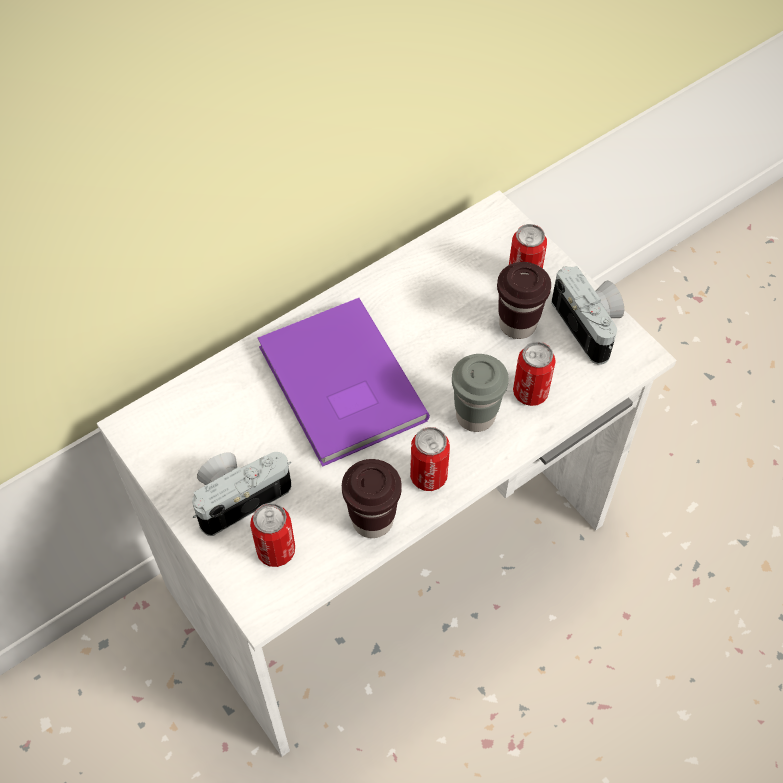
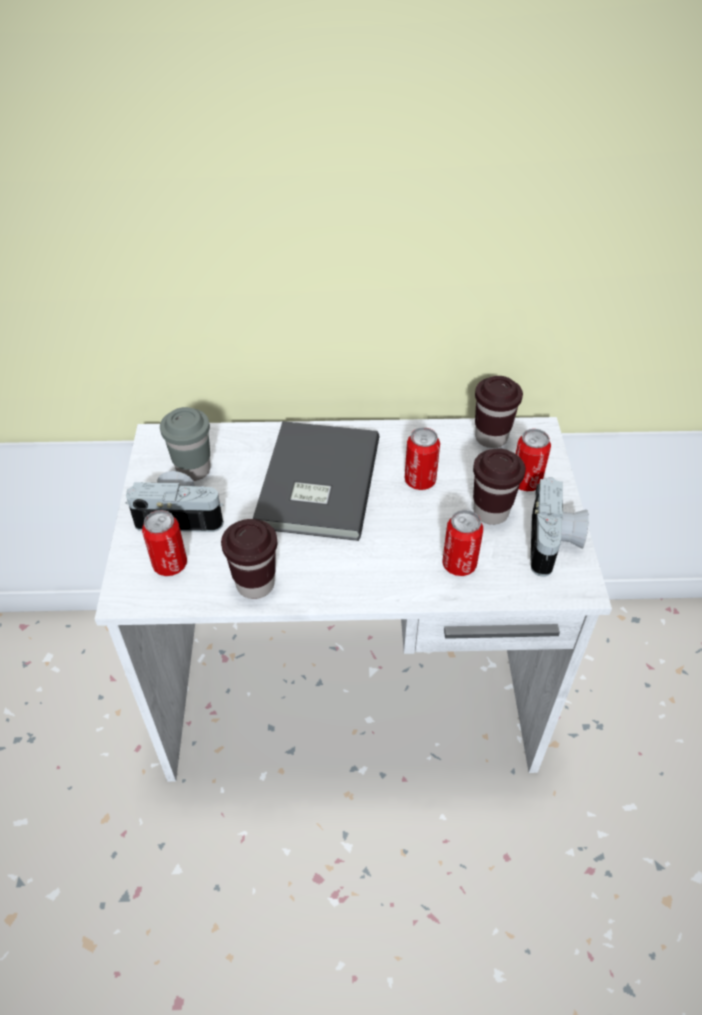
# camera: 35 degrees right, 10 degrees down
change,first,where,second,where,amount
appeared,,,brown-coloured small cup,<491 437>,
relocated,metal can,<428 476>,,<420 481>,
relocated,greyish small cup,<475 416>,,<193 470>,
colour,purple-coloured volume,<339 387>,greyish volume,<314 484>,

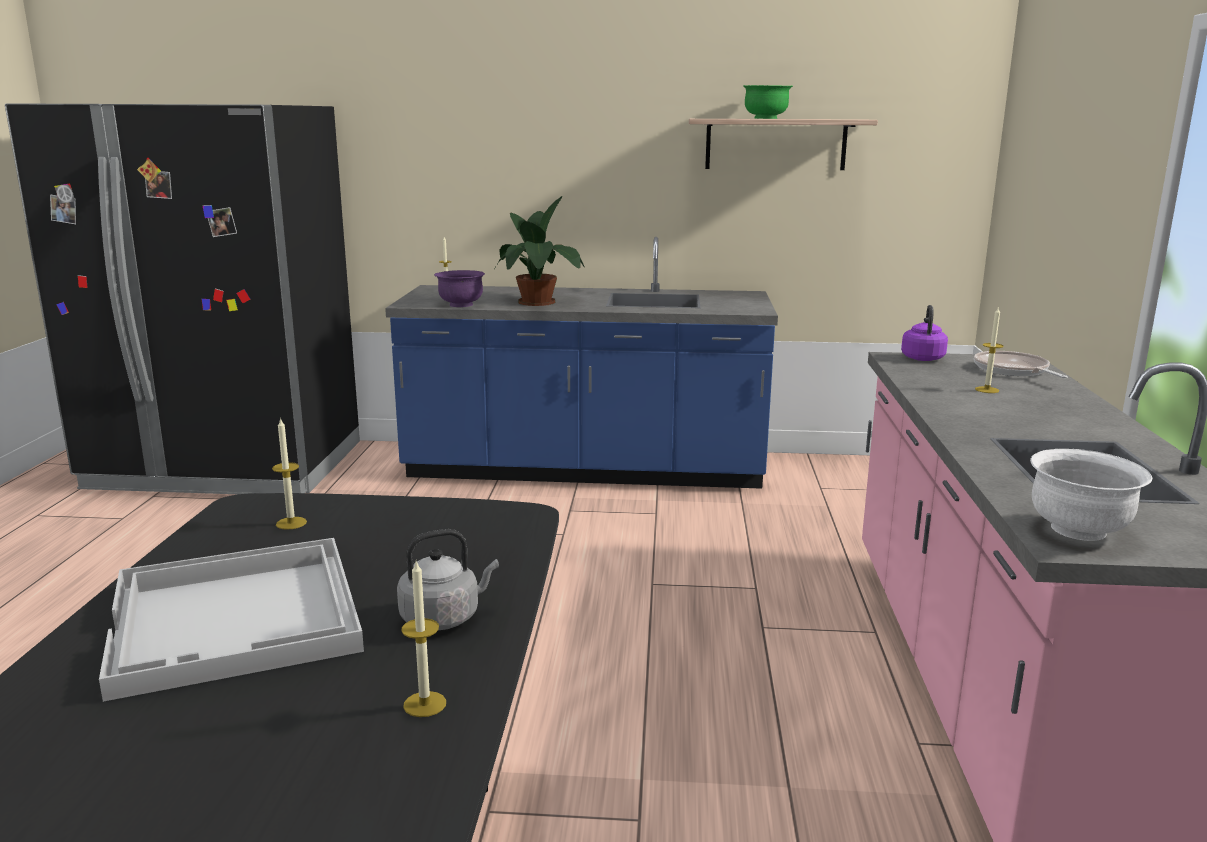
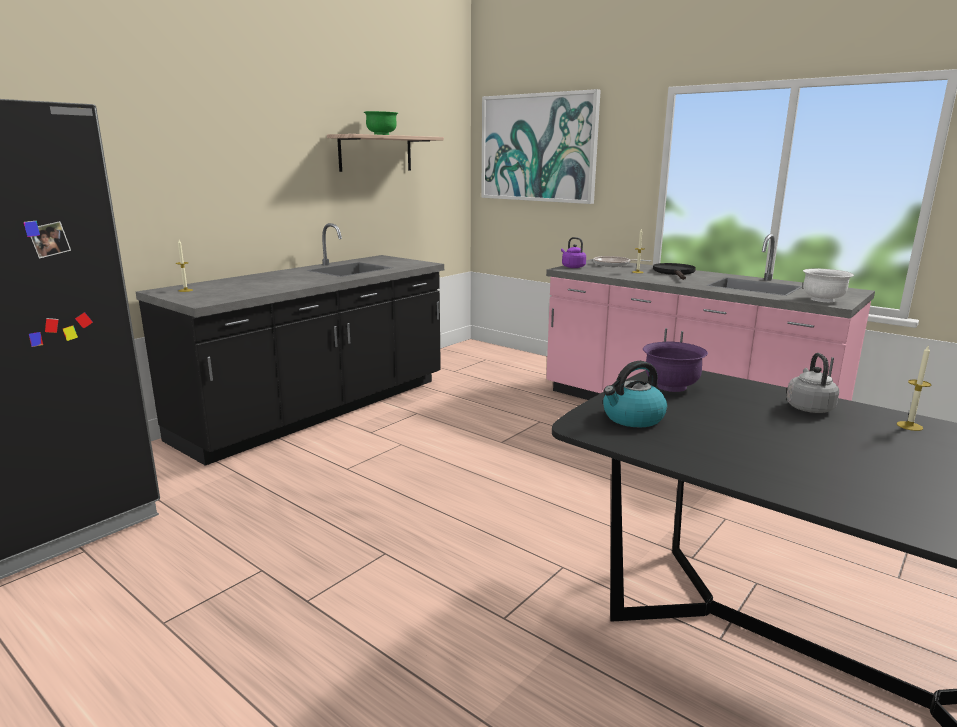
# camera: 55 degrees left, 0 degrees up
change,first,where,second,where,amount
missing,white tray,<238 618>,,,
missing,plant in a pot,<539 302>,,,
appeared,,,wall picture,<538 148>,
appeared,,,blackish pan,<675 273>,
relocated,purple-coloured serving bowl,<461 305>,,<671 386>,
exchanged,wax candle,<291 523>,tea kettle,<632 418>,
colour,blue-coloured counter,<585 469>,blackish counter,<318 410>,

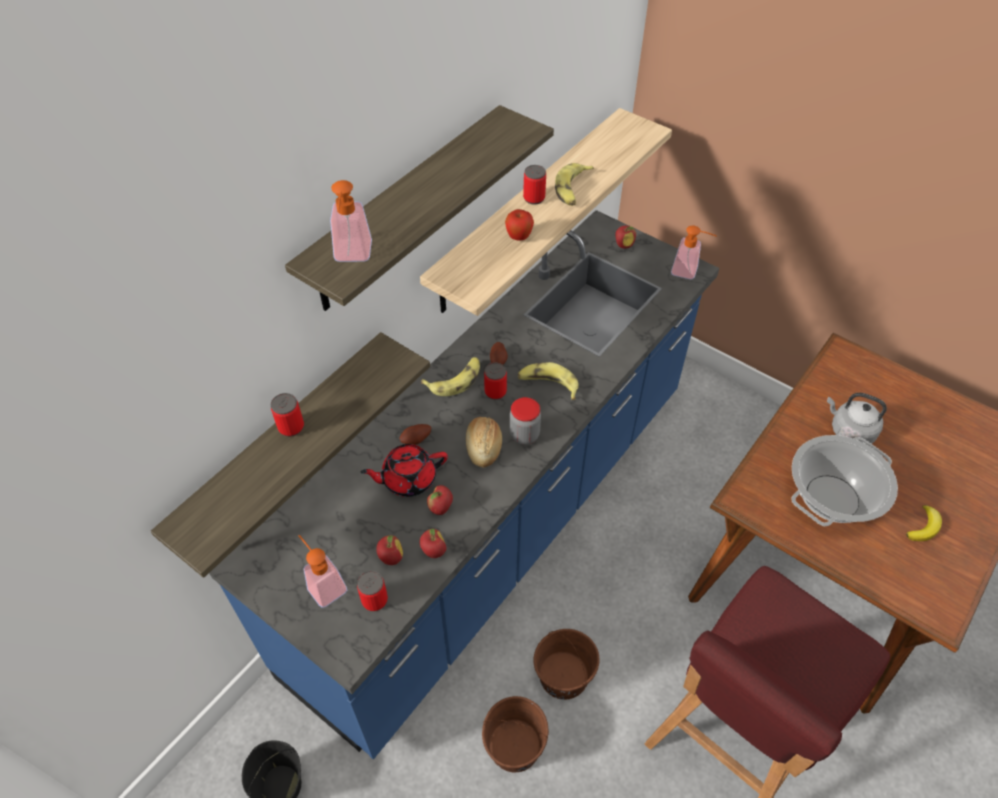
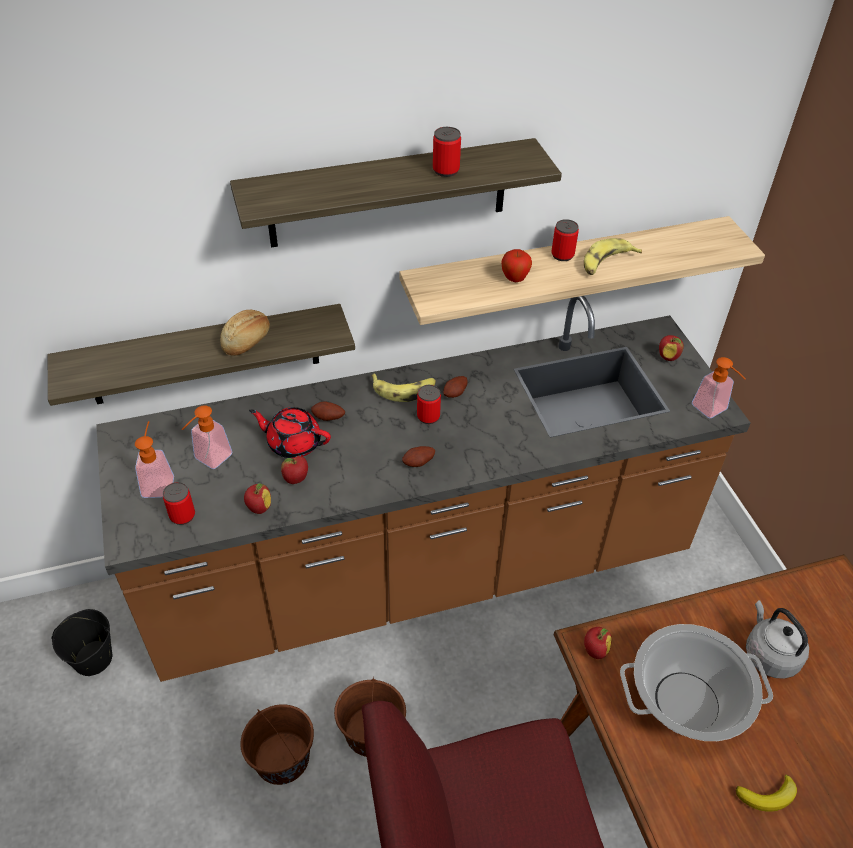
# camera: 35 degrees right, 5 degrees down
change,first,where,second,where,amount
missing,banana fruit,<548 384>,,,
relocated,metal can,<291 427>,,<446 170>,
relocated,soap bottle,<352 256>,,<209 460>,
relocated,apple,<391 558>,,<594 651>,
relocated,bakery bread,<484 446>,,<247 341>,
exchanged,preserve jar,<524 435>,whole potato,<419 463>,
colour,blue-coloured counter,<499 527>,brown-coloured counter,<422 573>,

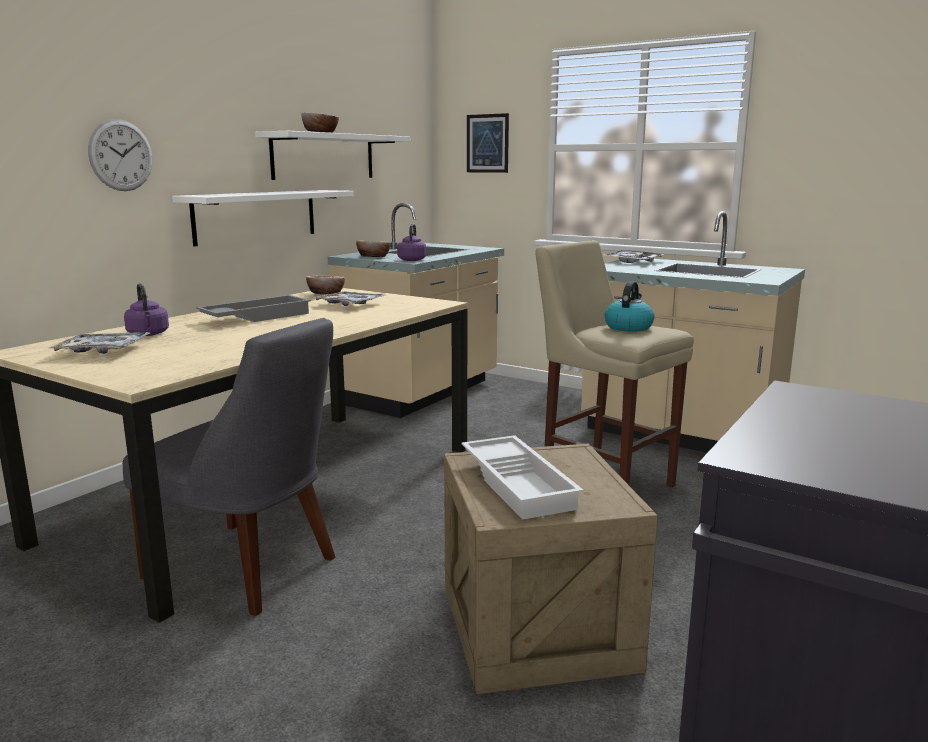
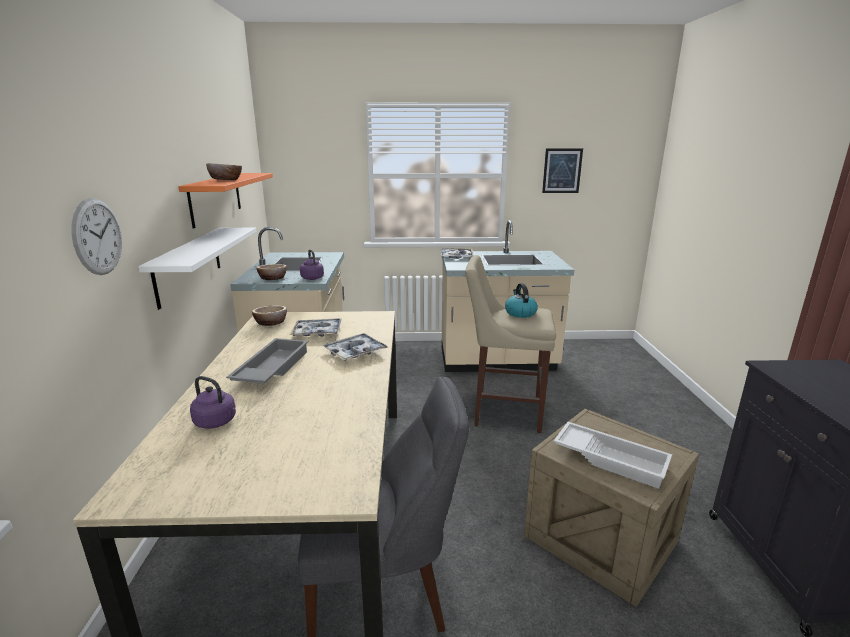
# camera: 35 degrees left, 5 degrees up
change,first,where,second,where,amount
relocated,tray,<103 350>,,<355 352>,
relocated,wall picture,<487 143>,,<562 170>,
colour,white shelf,<324 156>,orange shelf,<216 198>,

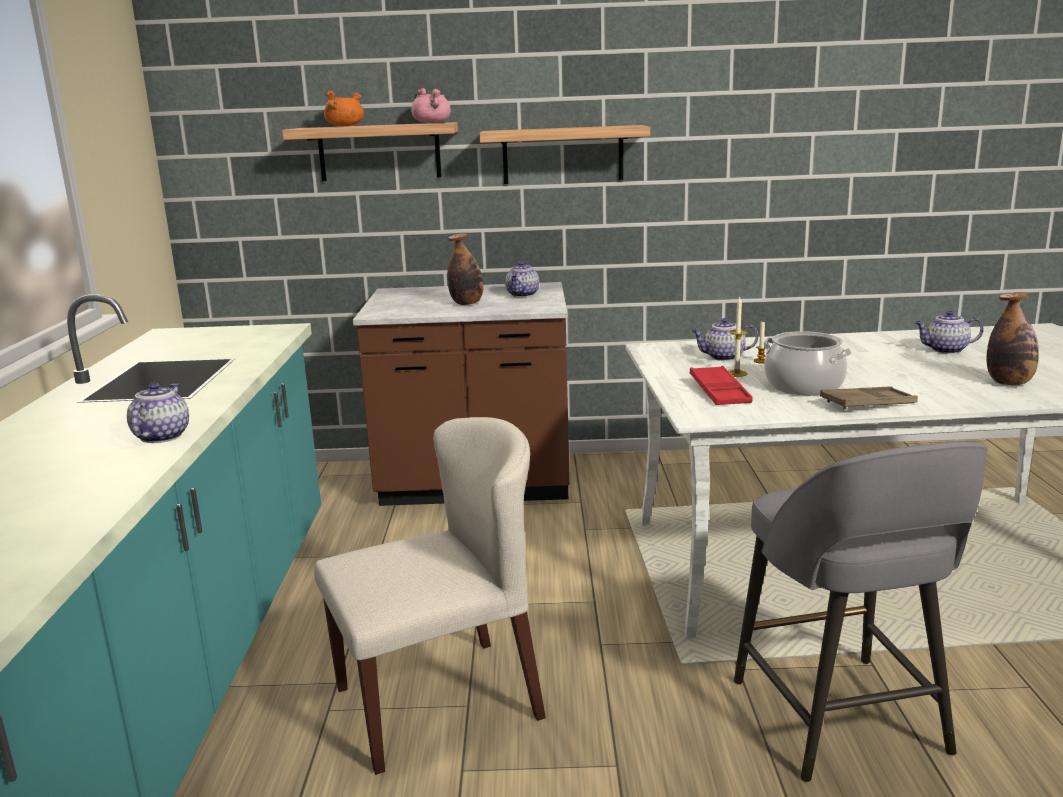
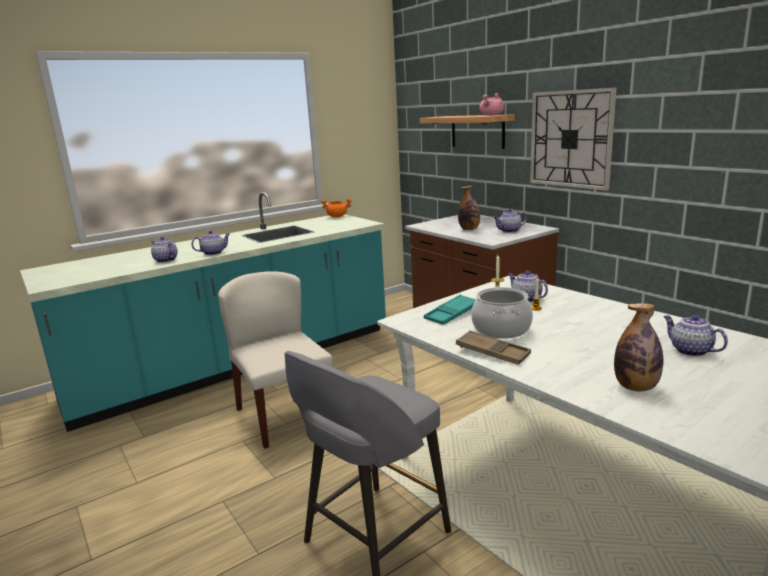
# camera: 55 degrees right, 0 degrees up
change,first,where,second,where,amount
appeared,,,teapot,<165 260>,
relocated,orange stockpot,<345 126>,,<337 216>,
exchanged,shelf,<562 155>,wall clock,<570 139>,
colour,red-coloured tray,<719 392>,blue-green tray,<452 314>,
spun,beige-coloured chair,<439 701>,,<284 415>,150 degrees counterclockwise

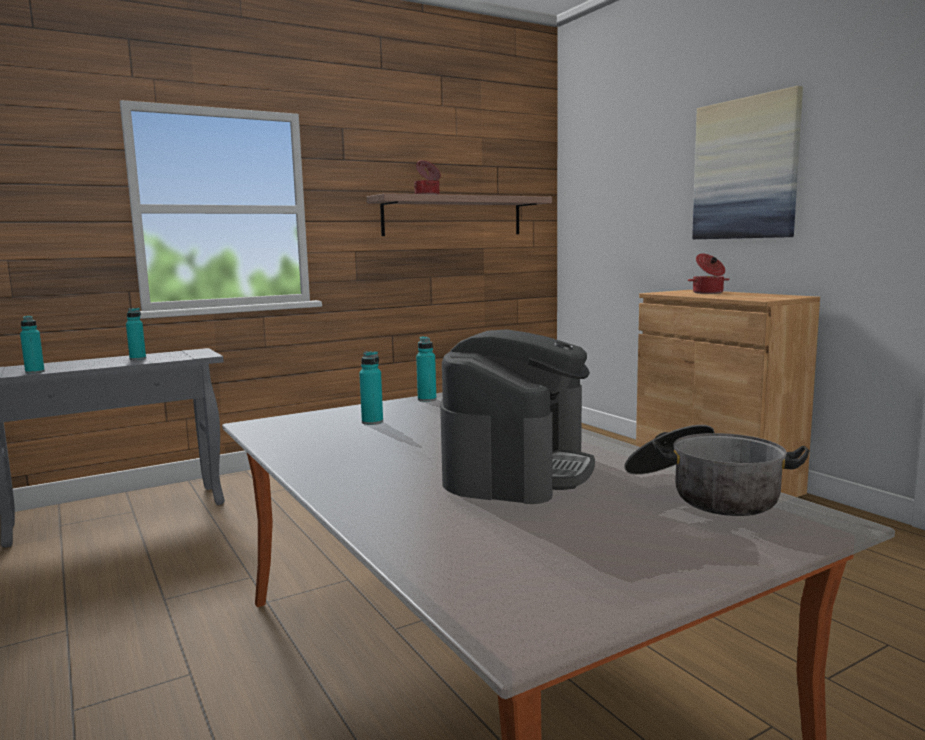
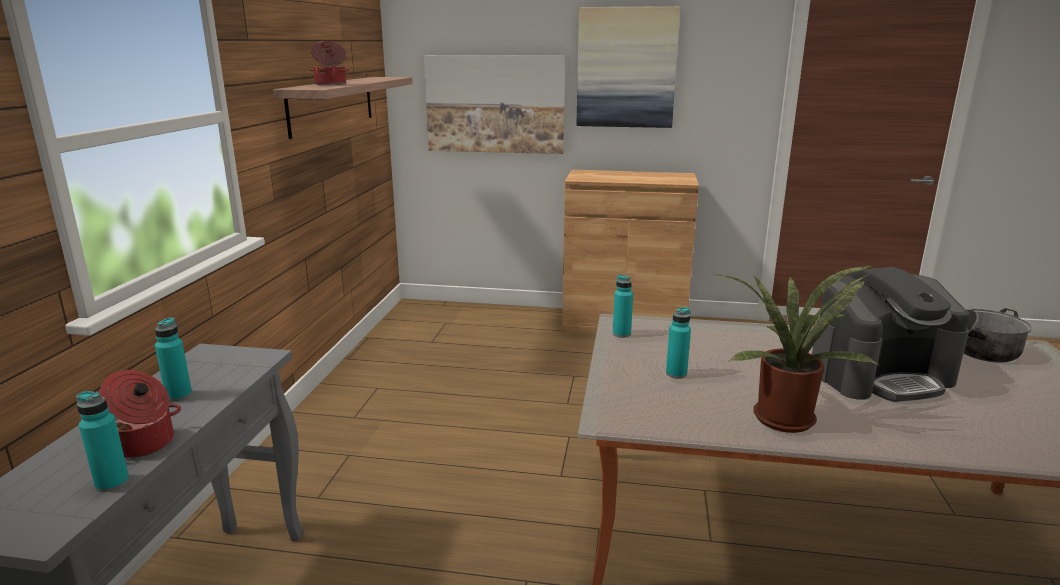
# camera: 50 degrees left, 10 degrees up
change,first,where,second,where,amount
appeared,,,wall picture,<495 104>,
appeared,,,plant in a pot,<784 416>,
relocated,stockpot,<708 293>,,<144 445>,
spun,coffee brewer,<517 470>,,<880 375>,105 degrees clockwise

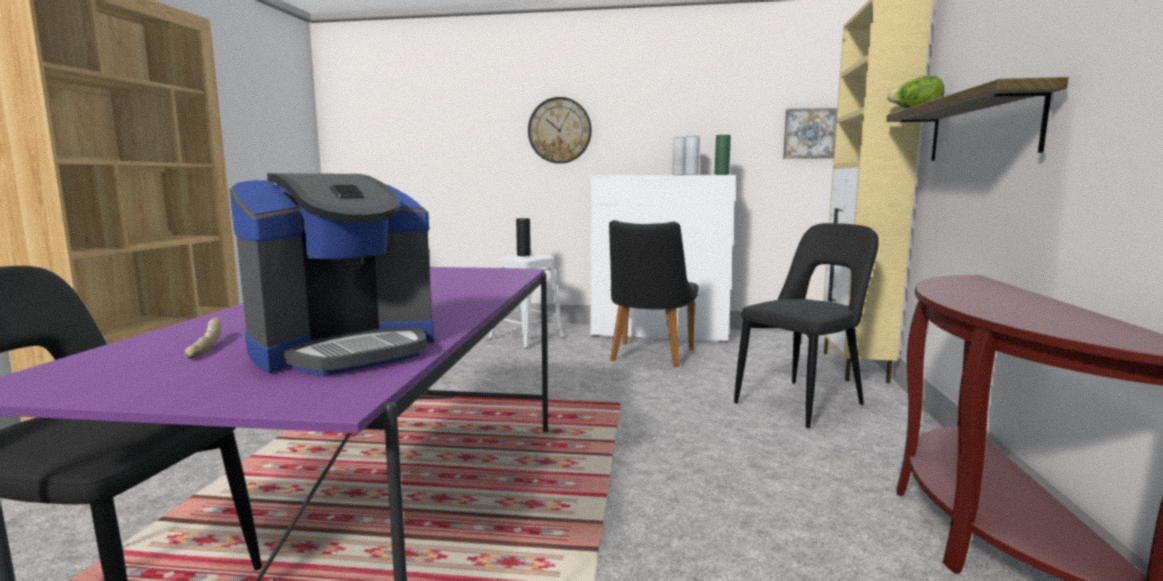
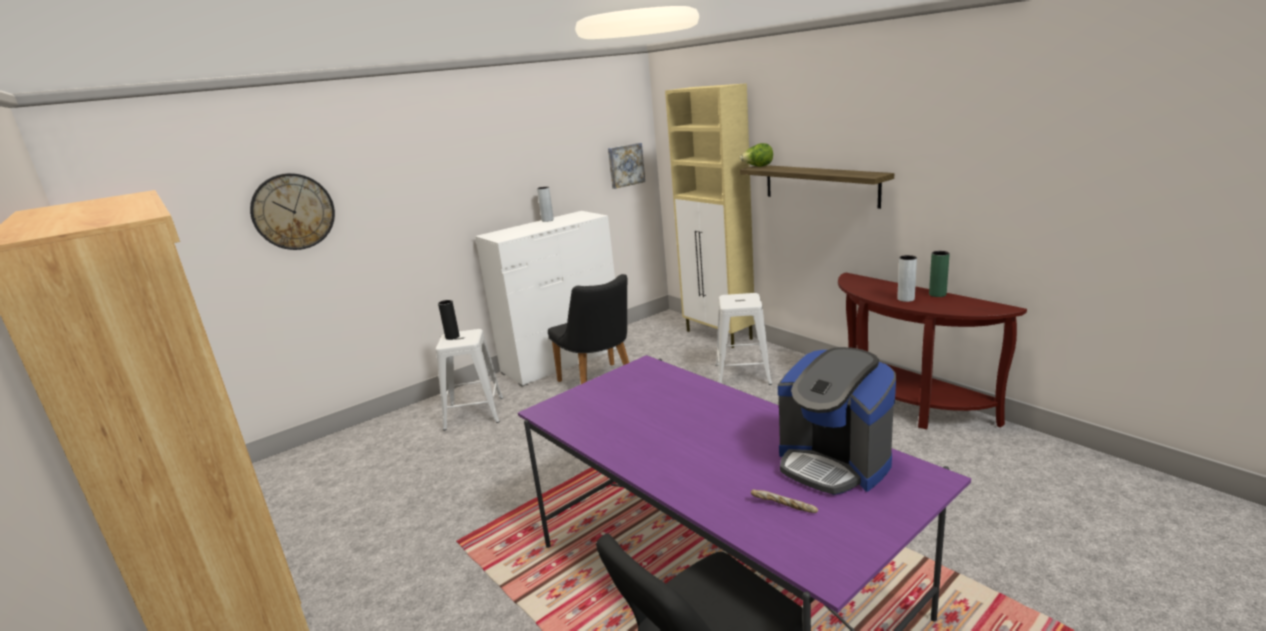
# camera: 45 degrees left, 10 degrees up
change,first,where,second,where,amount
relocated,wall clock,<559 130>,,<293 211>,
relocated,greyish flower vase,<691 175>,,<905 299>,
relocated,greenish flower vase,<721 174>,,<937 294>,
exchanged,blackish chair,<803 403>,white sitting stool,<742 374>,
spun,coffee brewer,<345 349>,,<833 463>,135 degrees clockwise

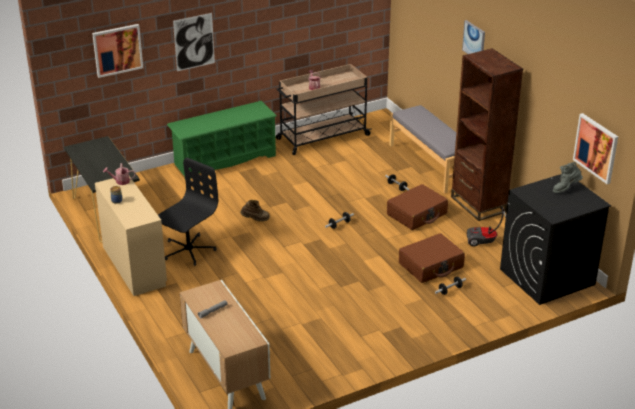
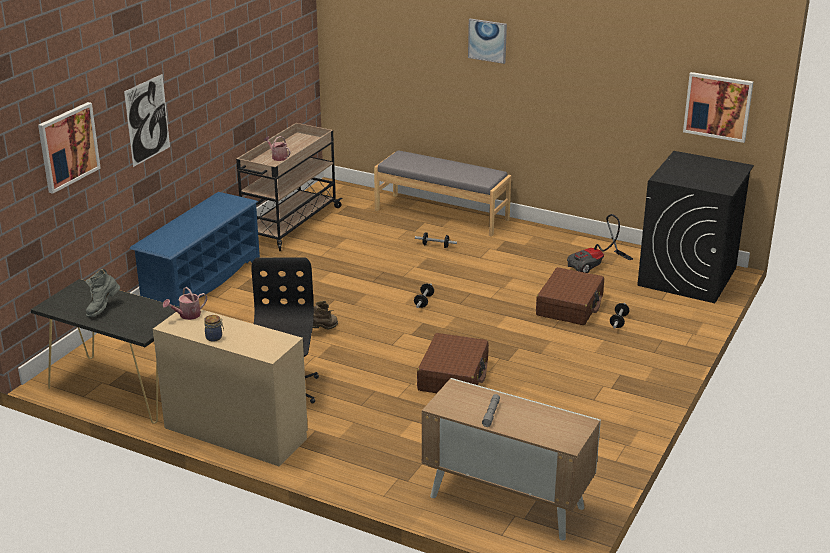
# camera: 35 degrees left, 5 degrees down
change,first,where,second,where,amount
missing,brown-coloured bookshelf,<478 204>,,,
relocated,brown-coloured suitcase,<417 214>,,<453 376>,
relocated,greyish tall boot,<566 189>,,<102 308>,
colour,greenish shoe shelf,<224 160>,blue-coloured shoe shelf,<202 281>,

